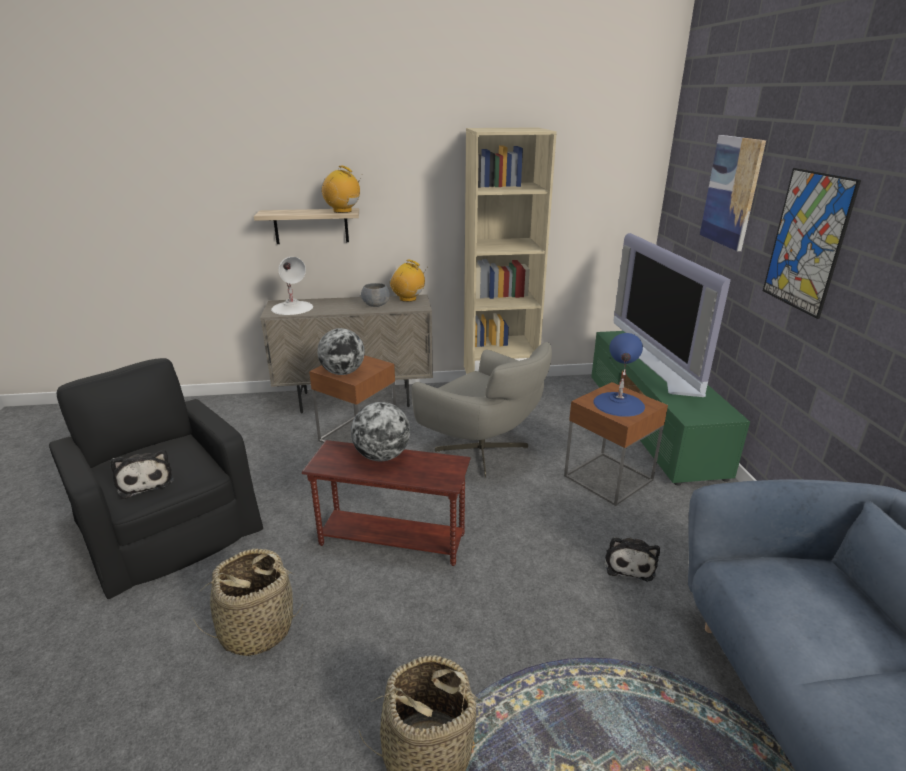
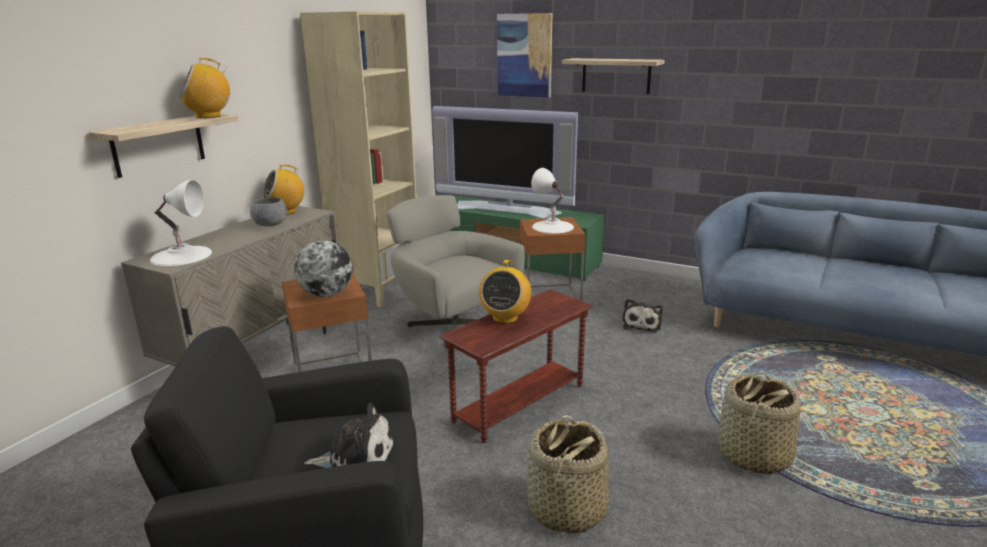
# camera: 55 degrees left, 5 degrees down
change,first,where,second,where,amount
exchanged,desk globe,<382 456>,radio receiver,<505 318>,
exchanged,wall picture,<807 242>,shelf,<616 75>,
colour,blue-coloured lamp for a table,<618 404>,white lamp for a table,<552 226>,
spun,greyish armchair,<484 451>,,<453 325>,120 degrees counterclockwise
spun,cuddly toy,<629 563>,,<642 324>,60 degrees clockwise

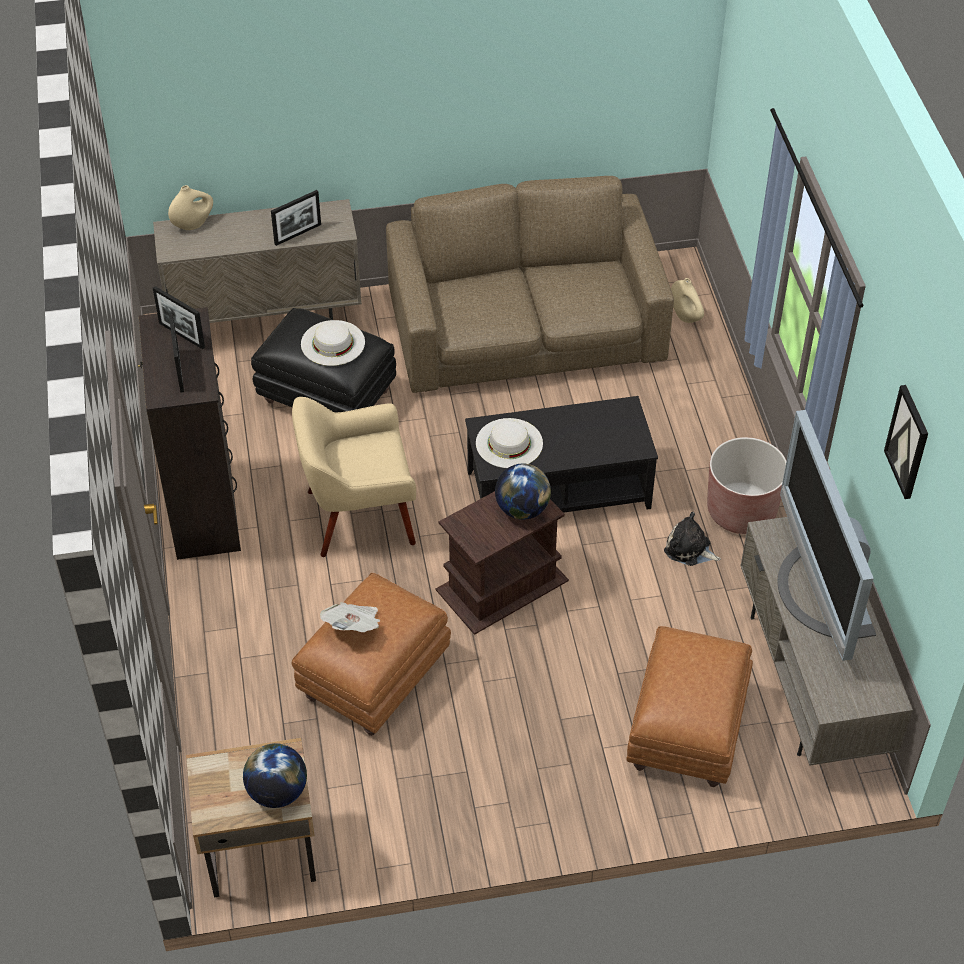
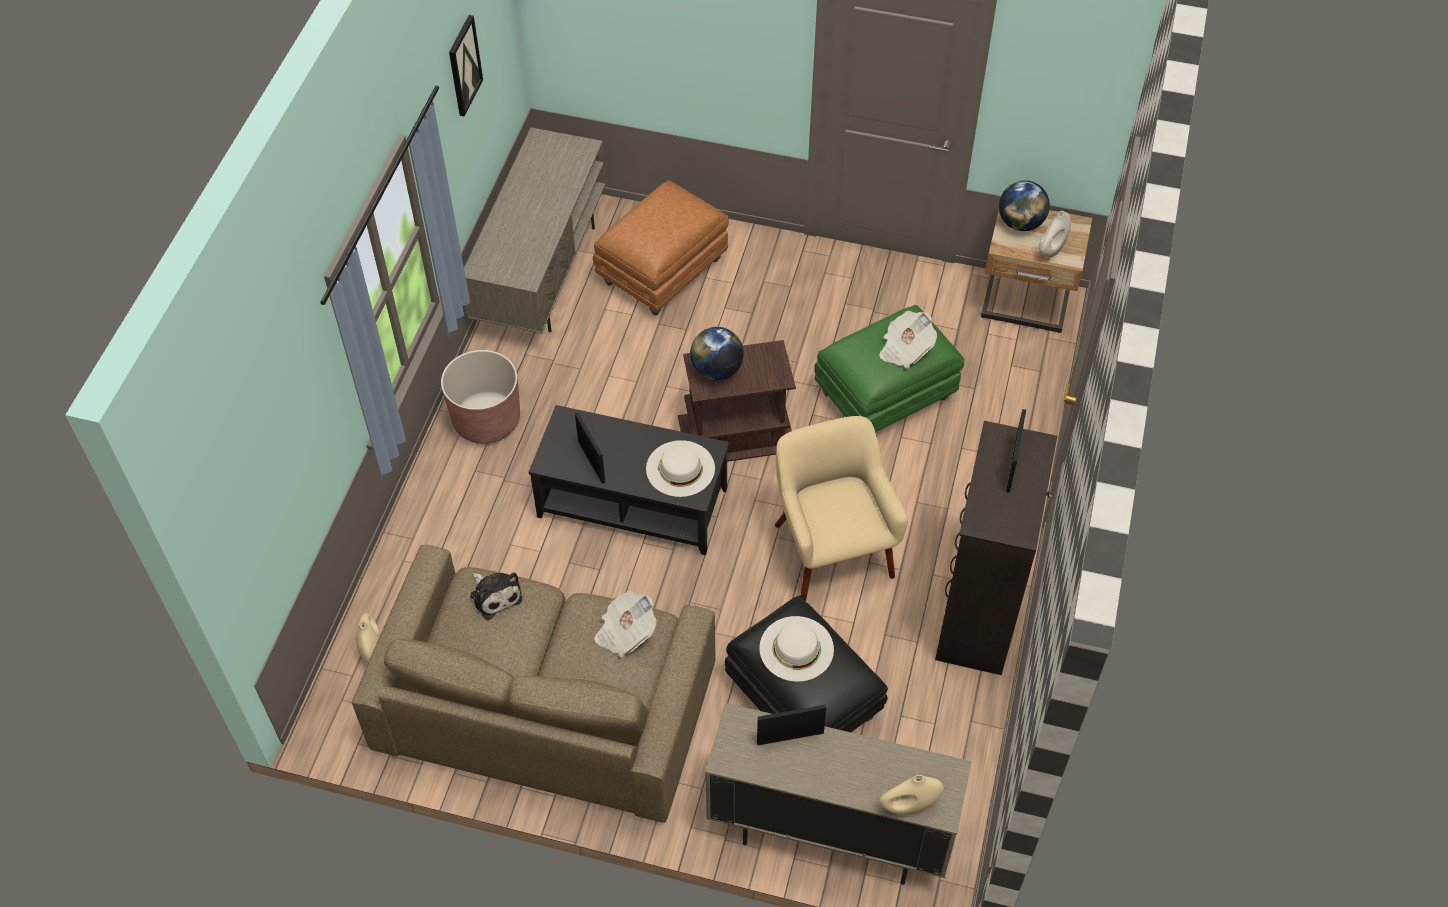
# camera: 155 degrees left, 5 degrees up
change,first,where,second,where,amount
missing,television,<822 590>,,,
appeared,,,printed paper,<625 632>,
appeared,,,white flower vase,<1051 250>,
relocated,picture frame,<181 335>,,<591 462>,
relocated,cuddly toy,<689 549>,,<495 595>,
colour,brown-coloured ottoman,<374 680>,greenish ottoman,<885 395>,
spun,beige-coloured armchair,<358 515>,,<832 549>,120 degrees counterclockwise

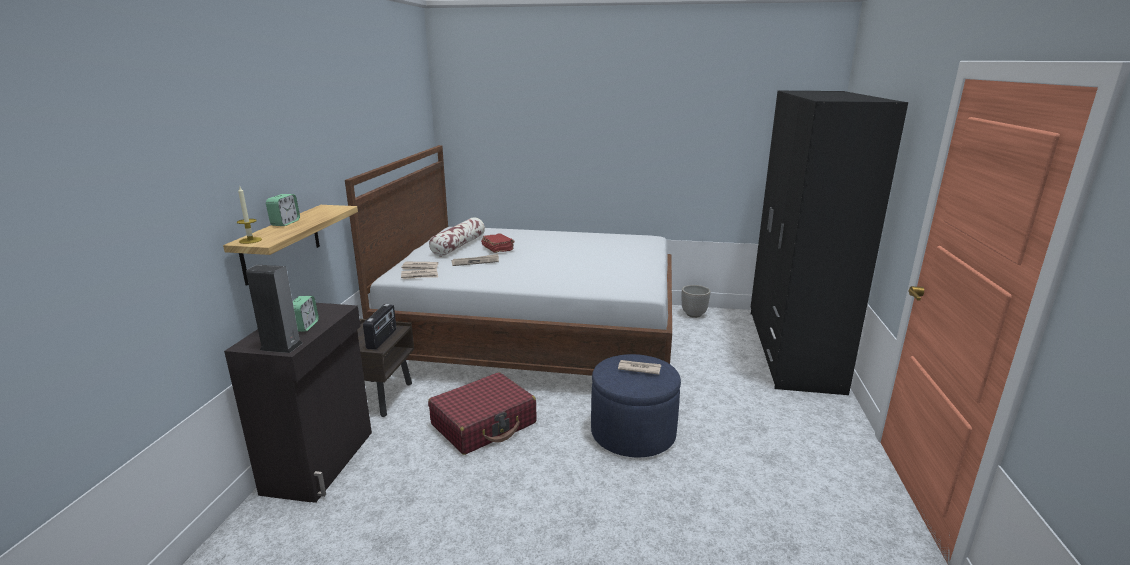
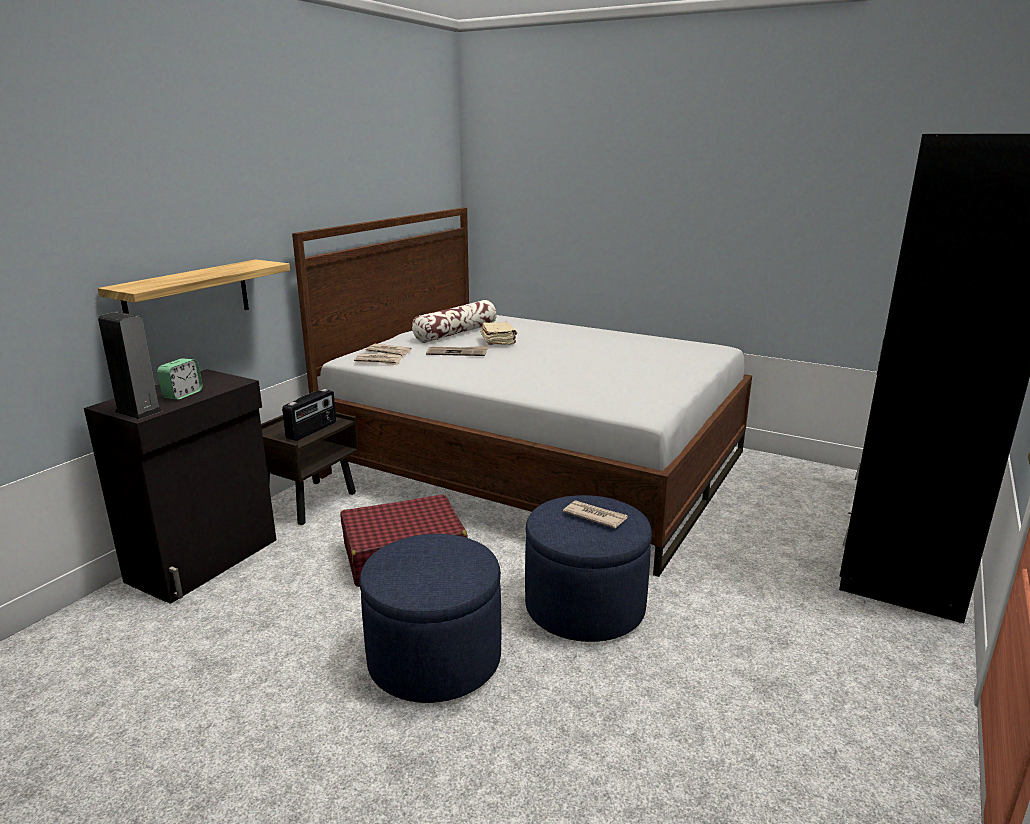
# camera: 20 degrees right, 0 degrees up
change,first,where,second,where,amount
missing,wax candle,<250 240>,,,
missing,table clock,<285 223>,,,
missing,plant pot,<694 314>,,,
appeared,,,blue-coloured ottoman,<434 659>,
colour,red-coloured volume,<498 249>,beige-coloured volume,<498 341>,

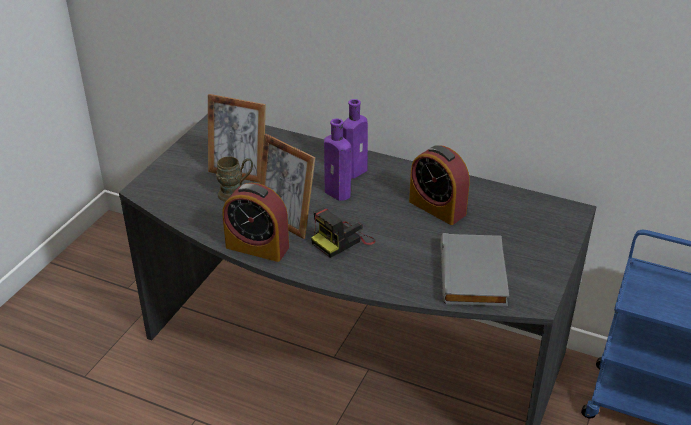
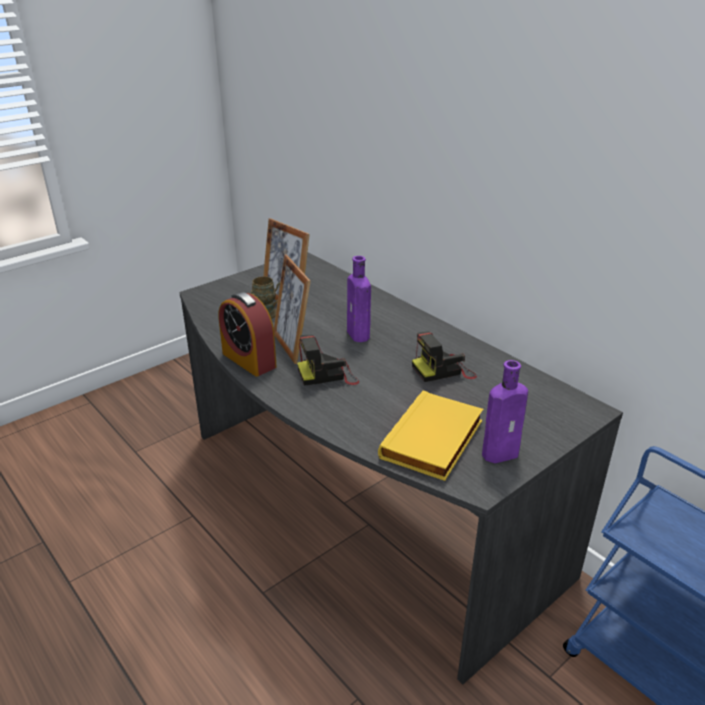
# camera: 25 degrees right, 5 degrees down
change,first,where,second,where,amount
relocated,purple-coloured drink bottle,<356 170>,,<502 453>,
exchanged,table clock,<437 208>,still camera,<443 370>,
colour,greyish volume,<475 275>,yellow volume,<434 440>,

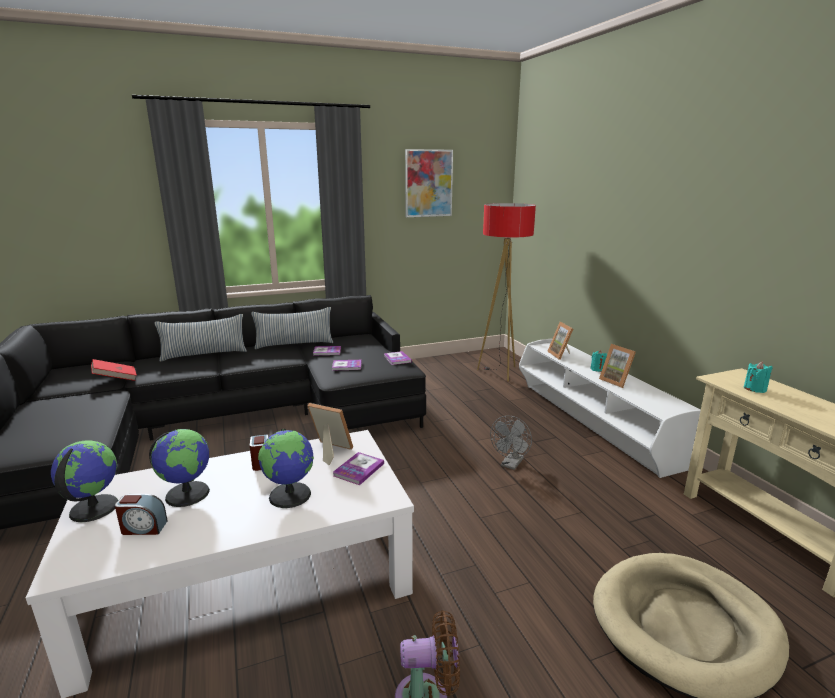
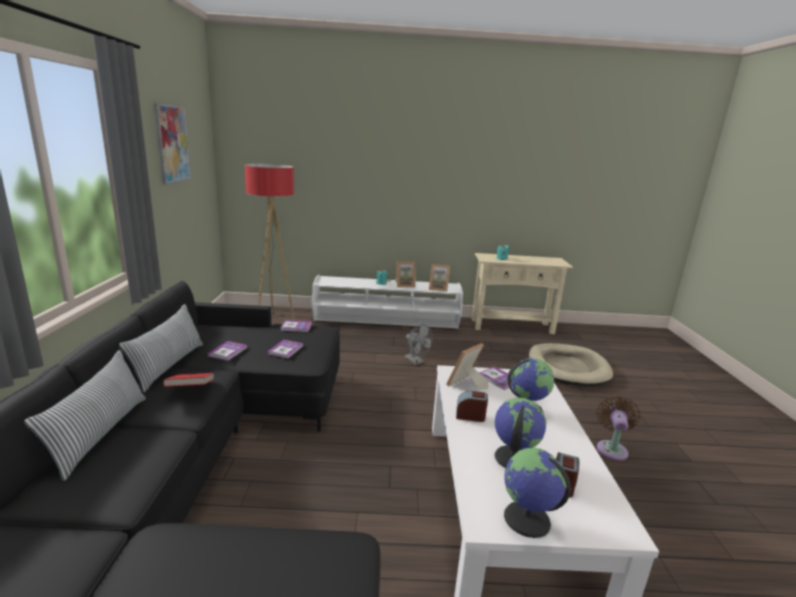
# camera: 70 degrees left, 0 degrees up
change,first,where,second,where,amount
relocated,red-coloured volume,<115 379>,,<191 390>,
relocated,picture frame,<561 355>,,<438 289>,

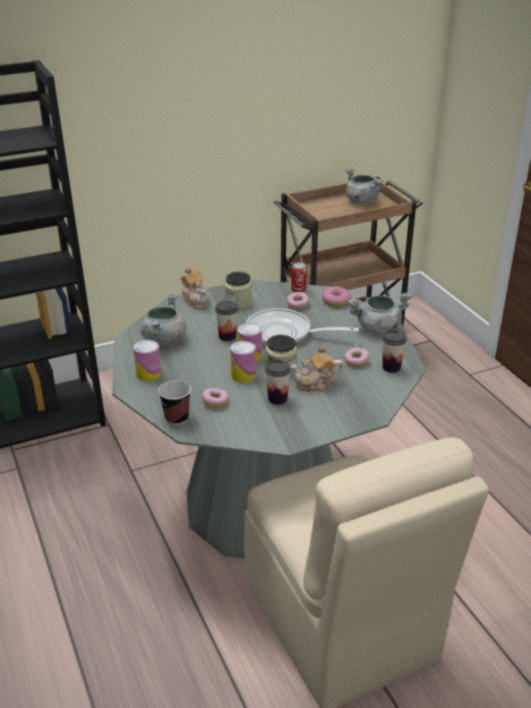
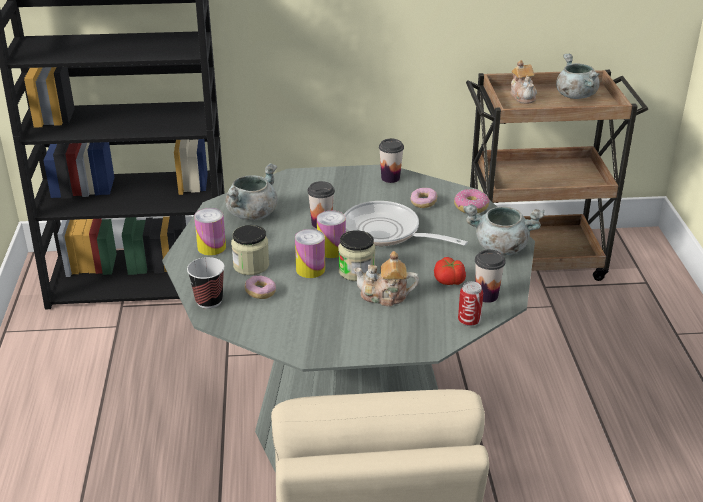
# camera: 20 degrees right, 0 degrees up
change,first,where,second,where,amount
relocated,teapot,<195 300>,,<523 96>,
relocated,preserve jar,<238 302>,,<251 265>,
relocated,small cup,<277 399>,,<390 178>,
relocated,metal can,<298 290>,,<469 321>,
exchanged,doughnut,<356 362>,tomato,<449 281>,

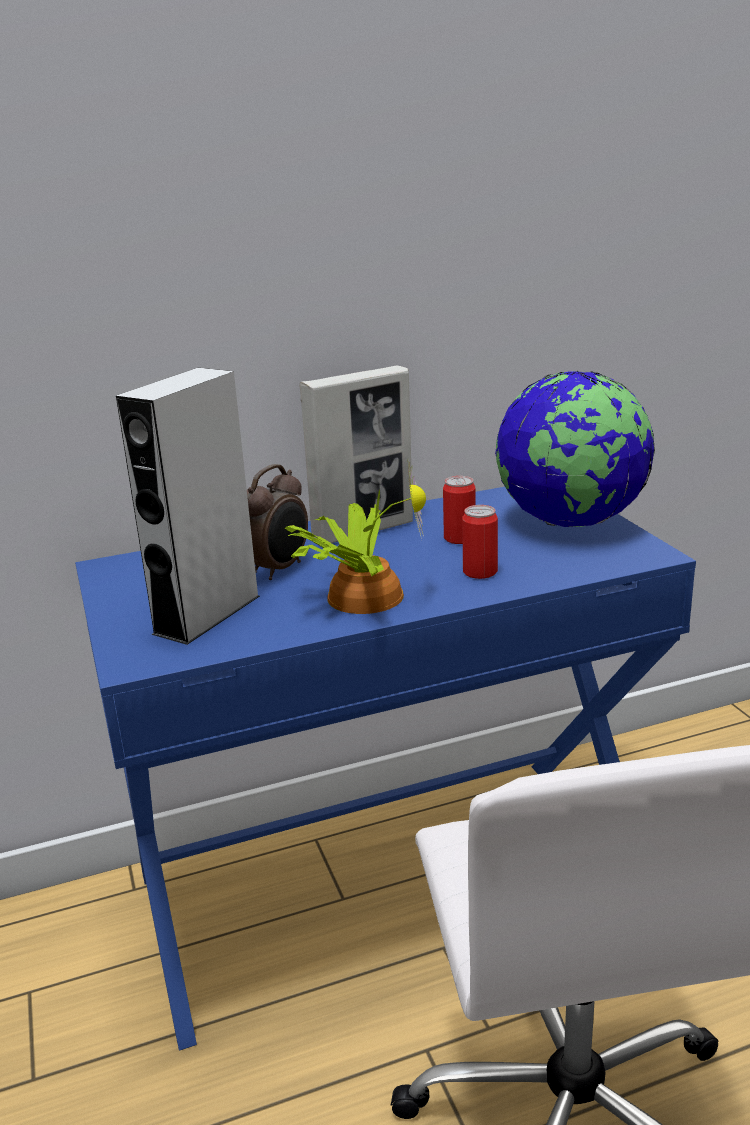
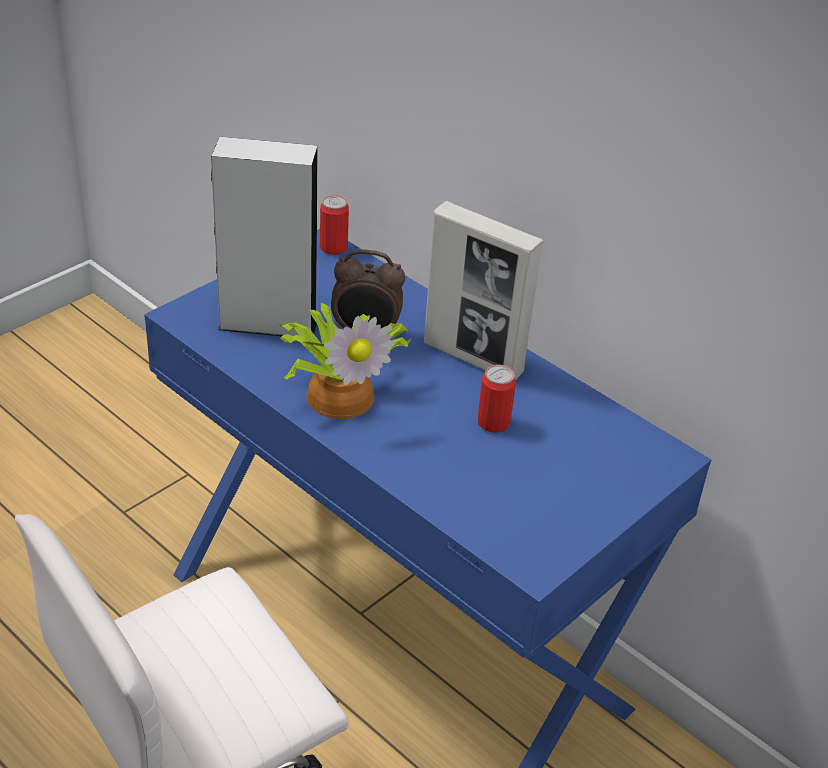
# camera: 60 degrees right, 15 degrees up
change,first,where,second,where,amount
missing,desk globe,<571 522>,,,
relocated,metal can,<480 572>,,<333 247>,

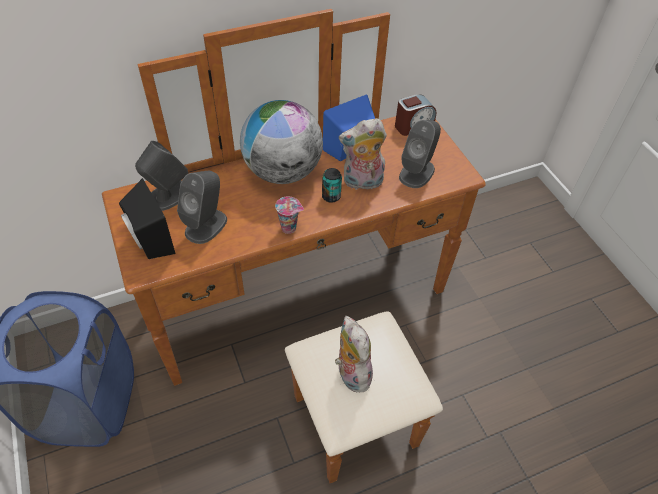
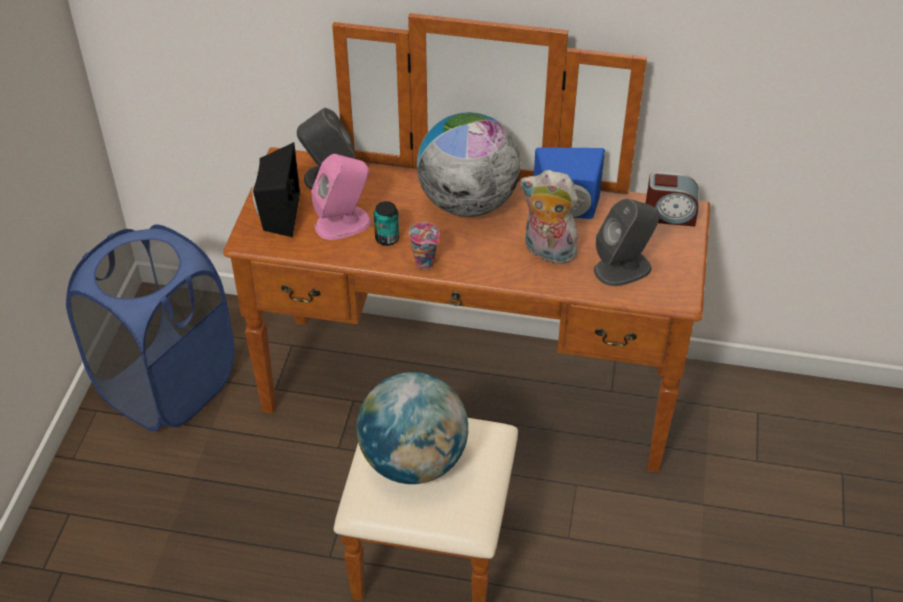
# camera: 35 degrees right, 5 degrees down
change,first,where,second,where,amount
relocated,metal can,<331 196>,,<387 238>,
exchanged,cuddly toy,<351 373>,desk globe,<413 461>,
colour,greyish speaker,<206 225>,pinkish speaker,<343 223>,

